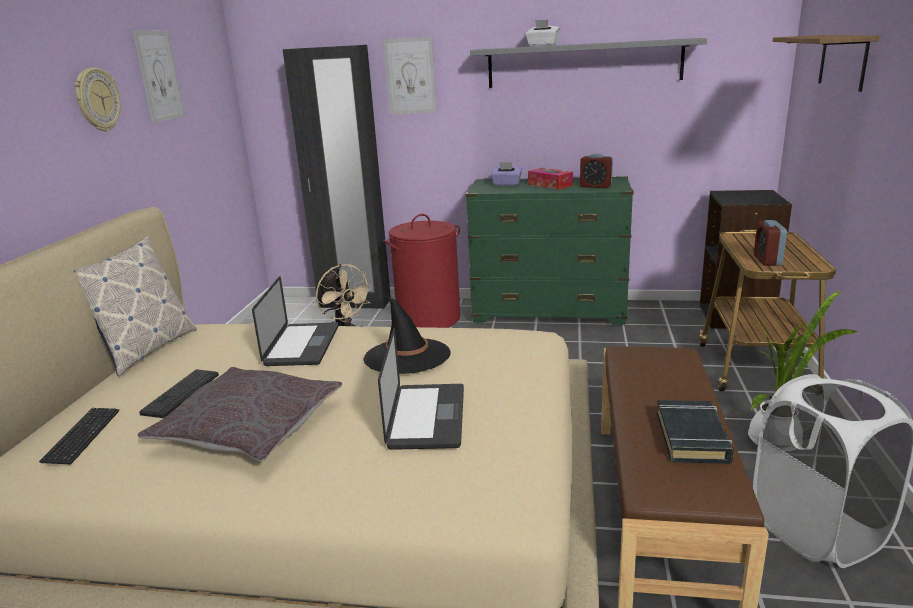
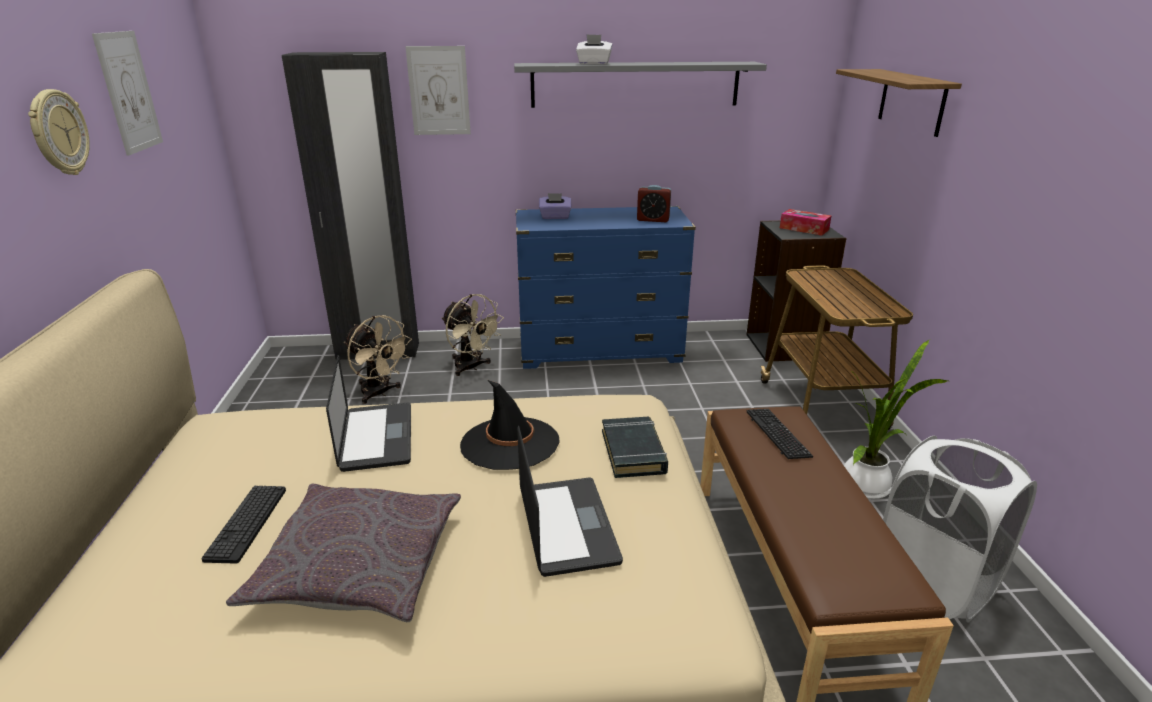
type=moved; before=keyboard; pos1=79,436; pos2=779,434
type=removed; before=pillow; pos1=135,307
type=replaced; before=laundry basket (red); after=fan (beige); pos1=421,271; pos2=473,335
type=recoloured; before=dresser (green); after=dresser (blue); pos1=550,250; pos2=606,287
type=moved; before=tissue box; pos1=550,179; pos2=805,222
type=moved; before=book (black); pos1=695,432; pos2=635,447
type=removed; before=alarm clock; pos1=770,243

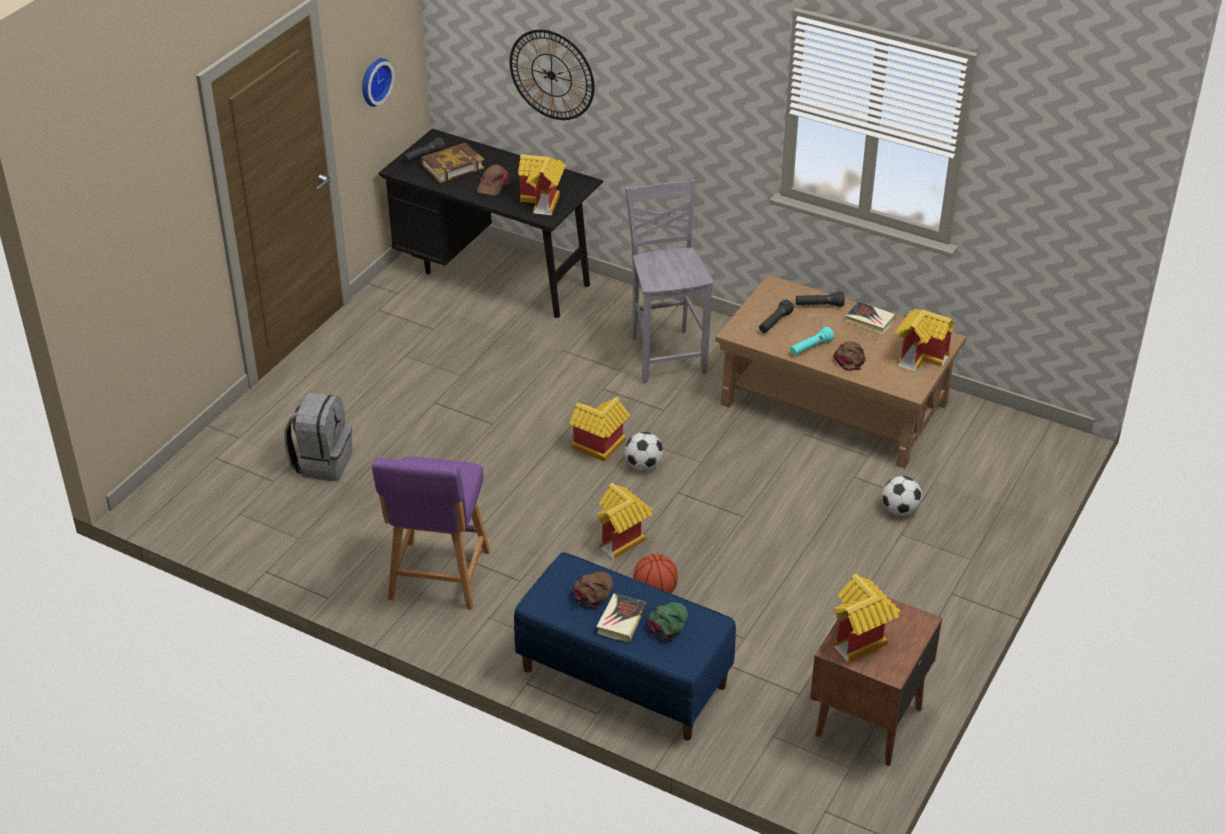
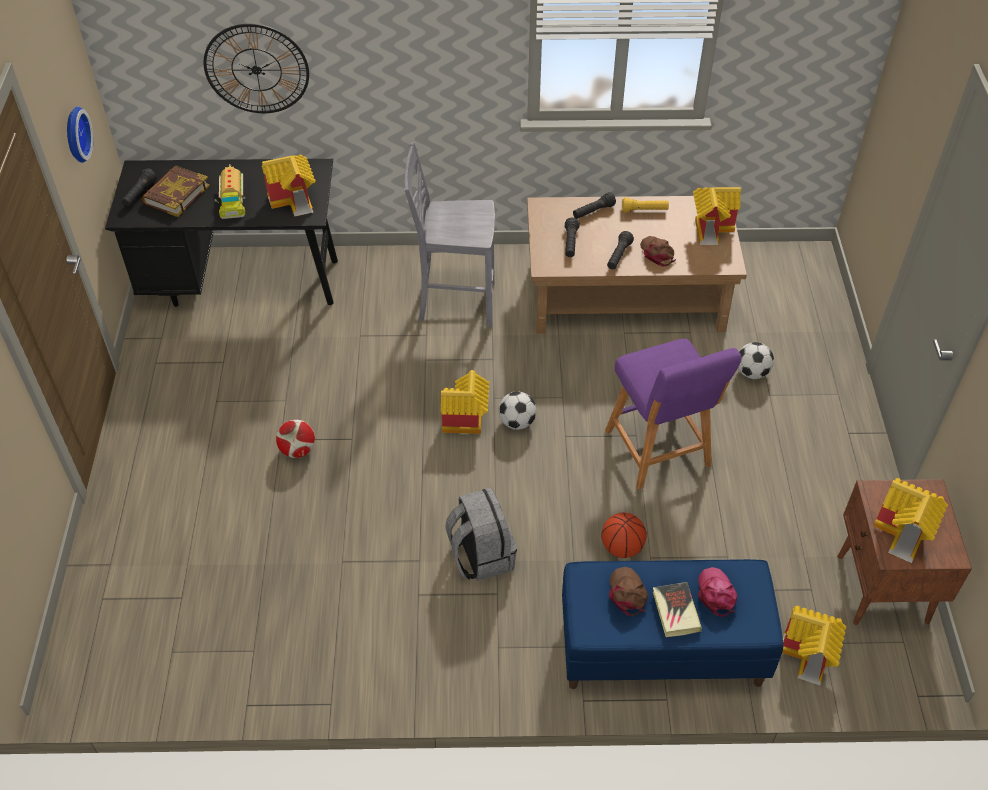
type=moved; before=backpack (grey); pos1=319,436; pos2=481,534
type=moved; before=stool (purple); pos1=431,533; pos2=673,414
type=replaced; before=cap (brown); after=toy truck; pos1=493,180; pos2=230,191
type=moved; before=toy house; pos1=625,521; pos2=814,645
type=turned; before=chair (grey); pos1=669,281; pos2=449,235; turn=-45
type=recoloured; before=cap (green); after=cap (pink); pos1=667,621; pos2=717,592
type=recoloured; before=flashlight (turquoise); after=flashlight (black); pos1=812,341; pos2=620,250
type=replaced; before=book; after=flashlight (yellow); pos1=871,317; pos2=645,205
type=added; after=football; pos2=295,439

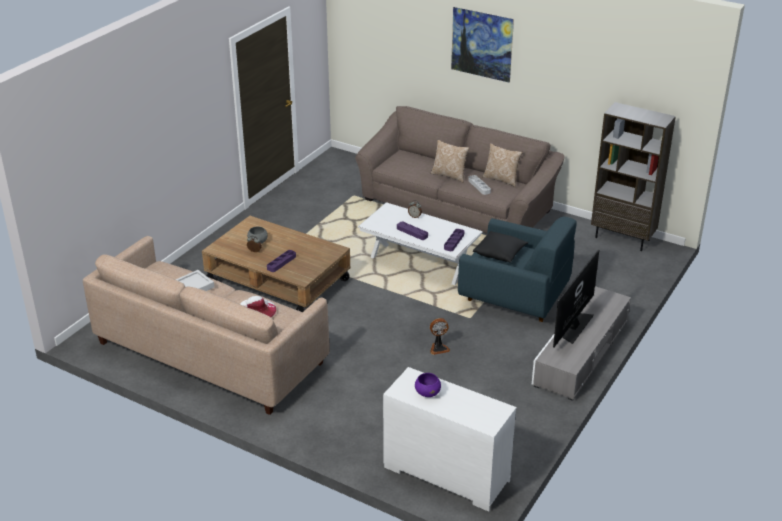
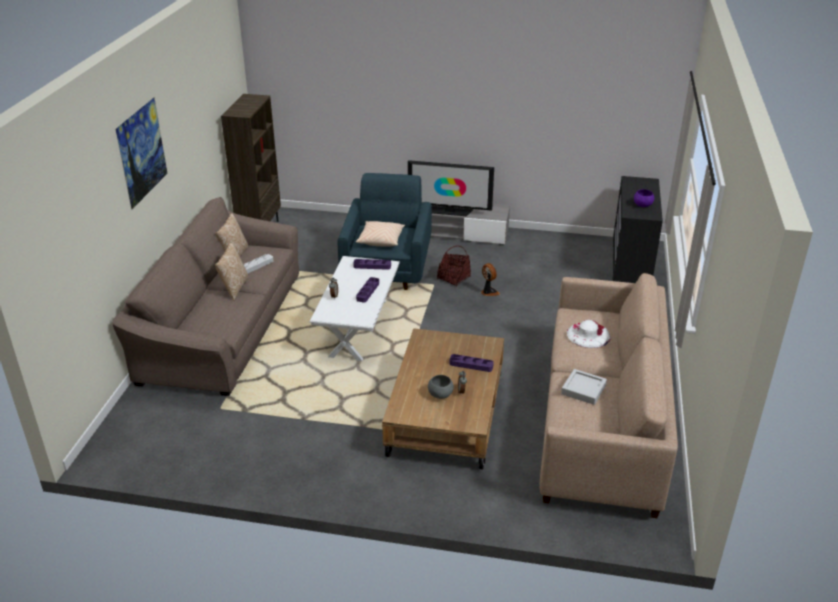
type=recoloured; before=dresser (white); after=dresser (black); pos1=450,439; pos2=638,229
type=recoloured; before=pillow (black); after=pillow (beige); pos1=500,246; pos2=380,233
type=added; after=basket; pos2=454,266

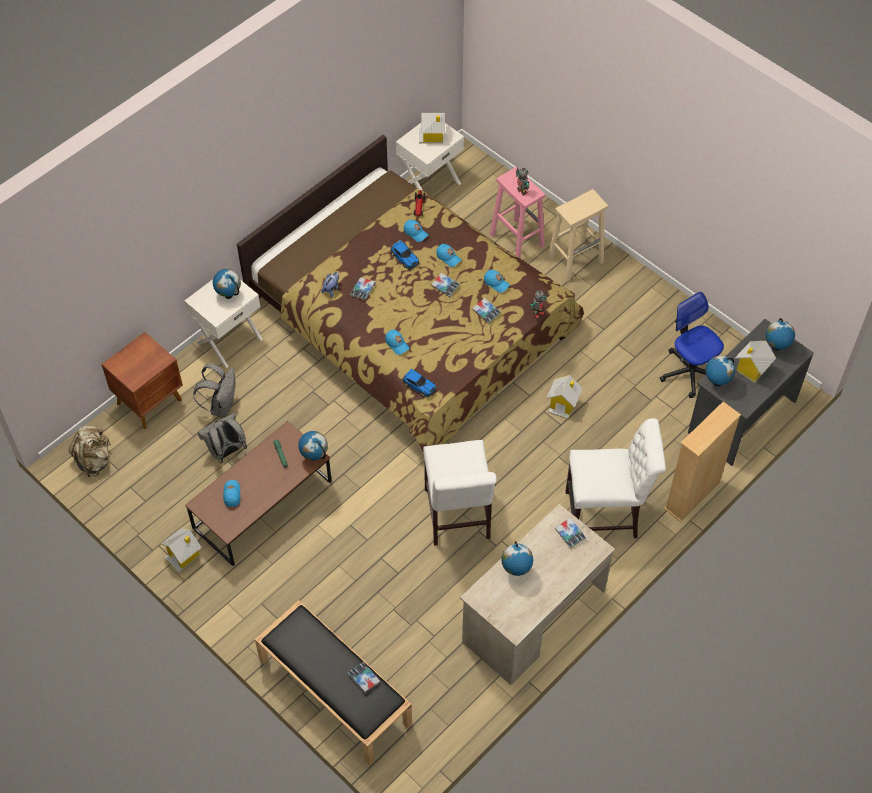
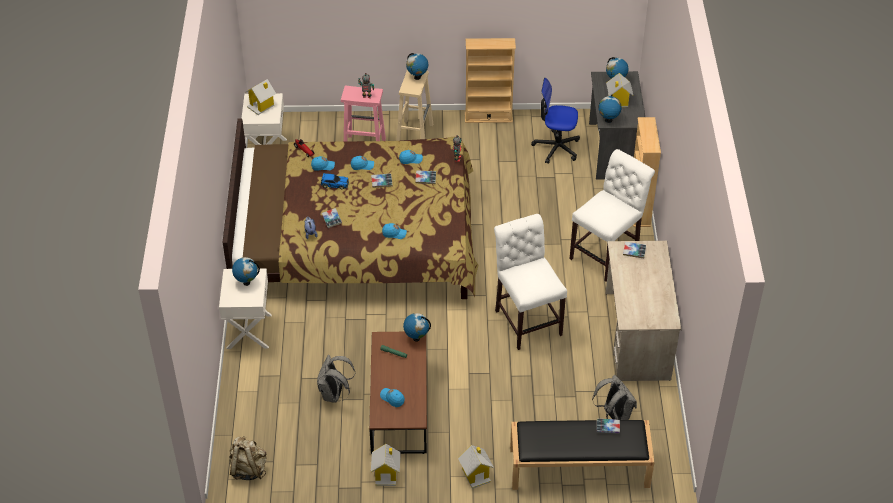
type=removed; before=nightstand (brown); pos1=142,380
type=moved; before=backpack (grey); pos1=214,390; pos2=614,397
type=removed; before=toy car; pos1=419,383
type=turned; before=chair (white); pos1=460,493; pos2=530,282; turn=-150
type=moved; before=globe; pos1=517,558; pos2=417,66
type=moved; before=toy house; pos1=564,397; pos2=476,467
type=added; after=bookcase (beige); pos2=490,80

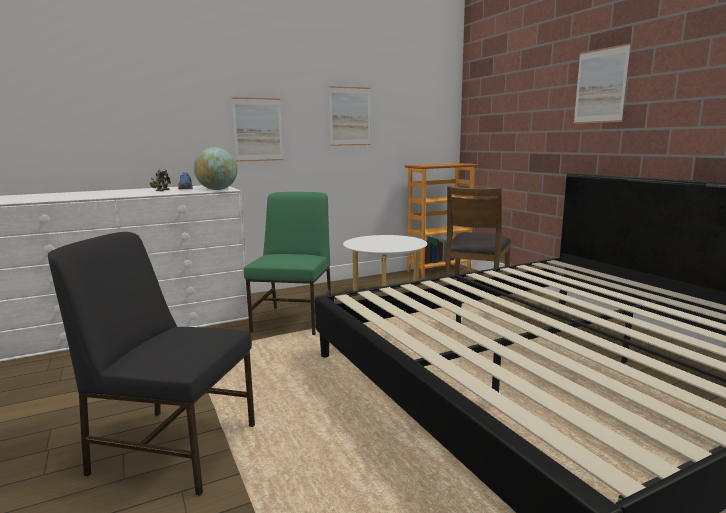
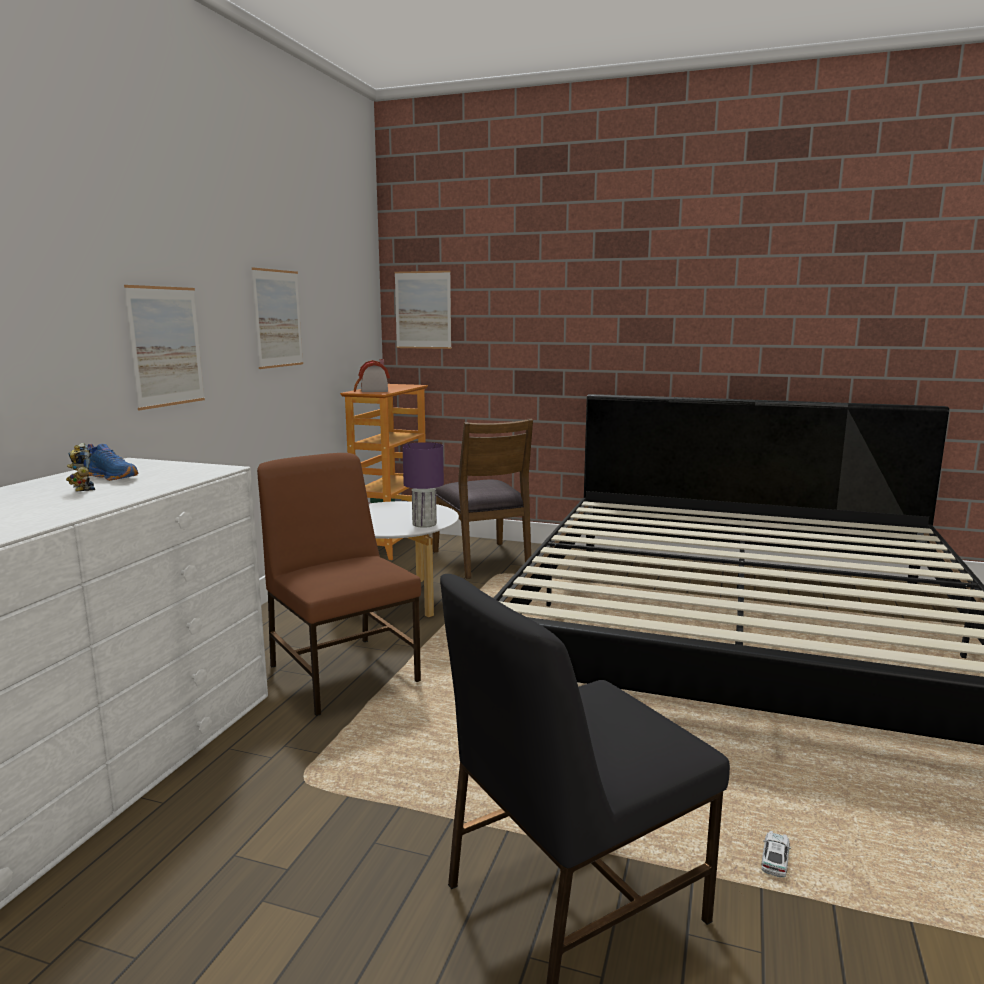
type=removed; before=globe; pos1=216,168
type=recoloured; before=chair (green); after=chair (brown); pos1=287,263; pos2=339,584
type=moved; before=picture; pos1=602,83; pos2=423,310
type=added; after=toy house; pos2=372,375
type=added; after=table lamp (purple); pos2=423,485
type=added; after=toy car; pos2=776,854

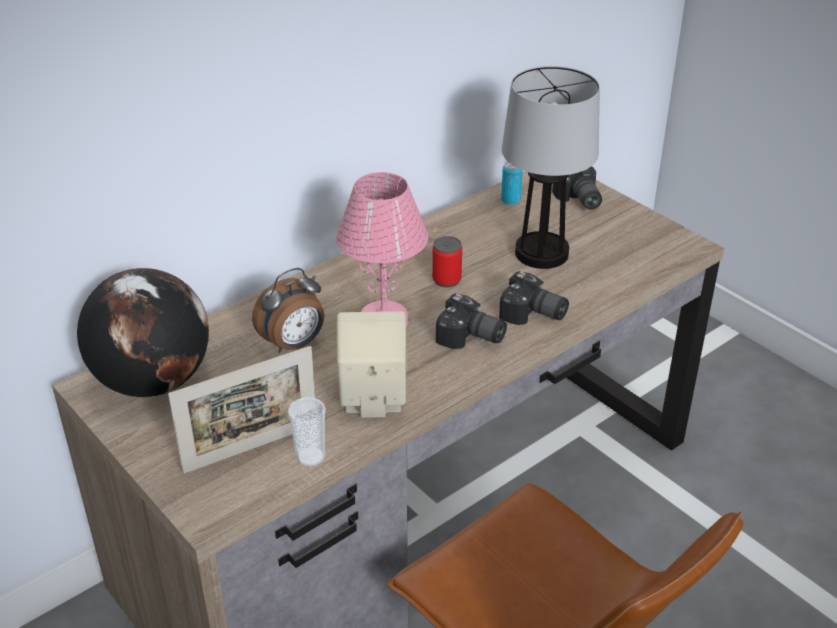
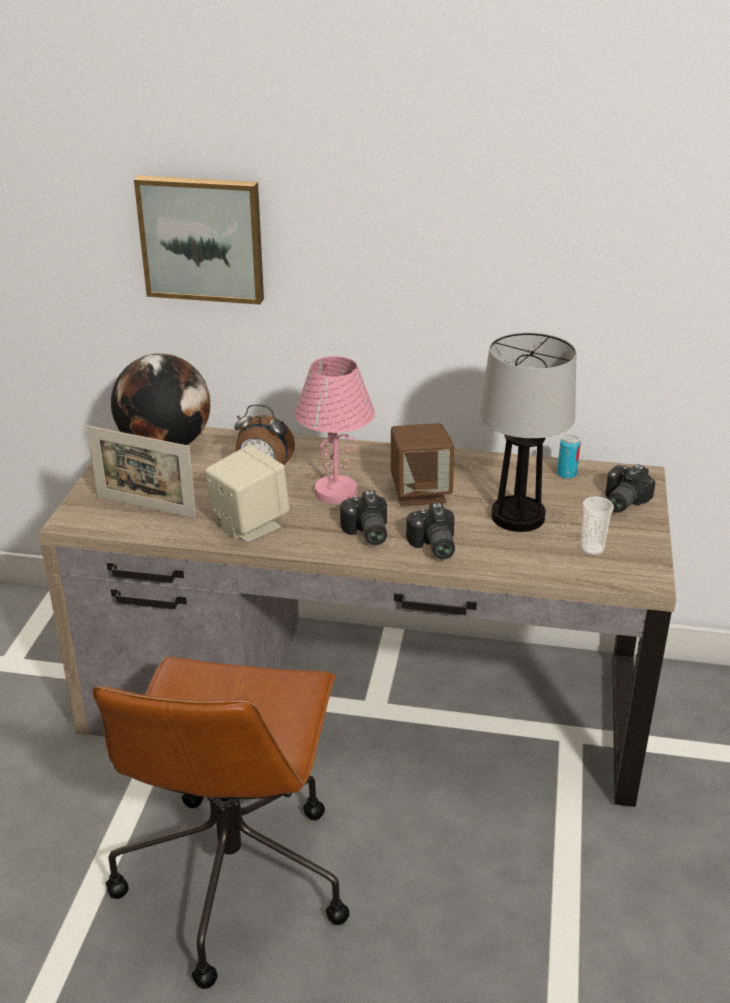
type=moved; before=cup; pos1=307,432; pos2=597,526
type=replaced; before=can; after=speaker (brown); pos1=447,262; pos2=422,465
type=added; after=picture; pos2=199,240

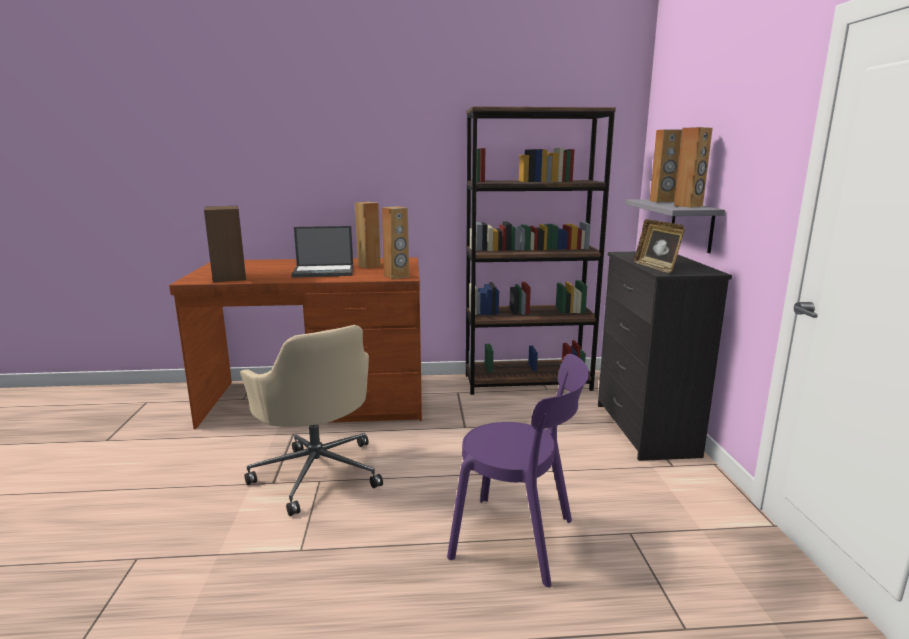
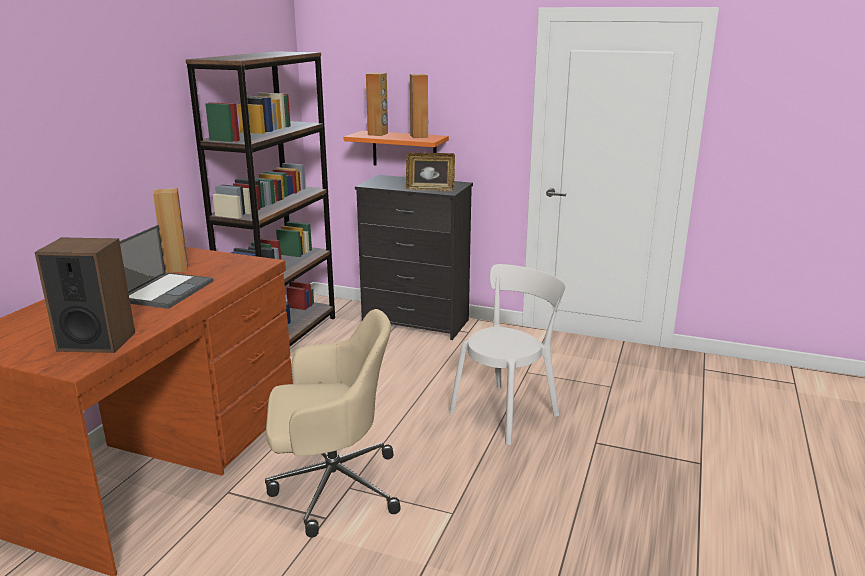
type=removed; before=speaker (brown); pos1=395,242
type=recoloured; before=chair (purple); after=chair (white); pos1=518,470; pos2=508,354
type=recoloured; before=shelf (grey); after=shelf (orange); pos1=675,226; pos2=396,148

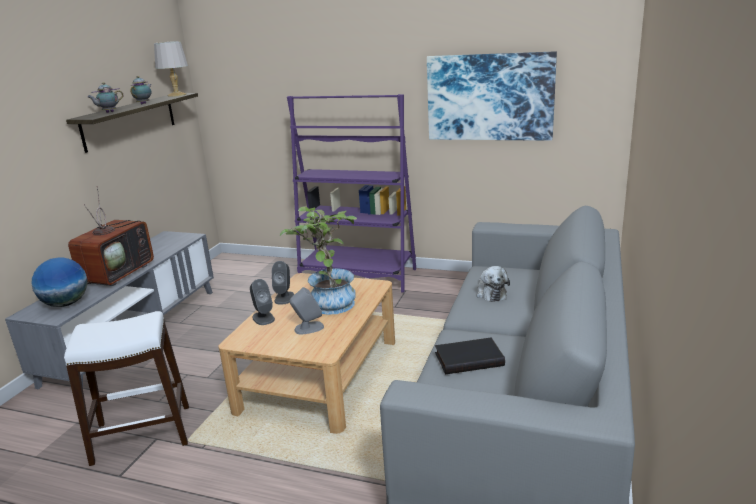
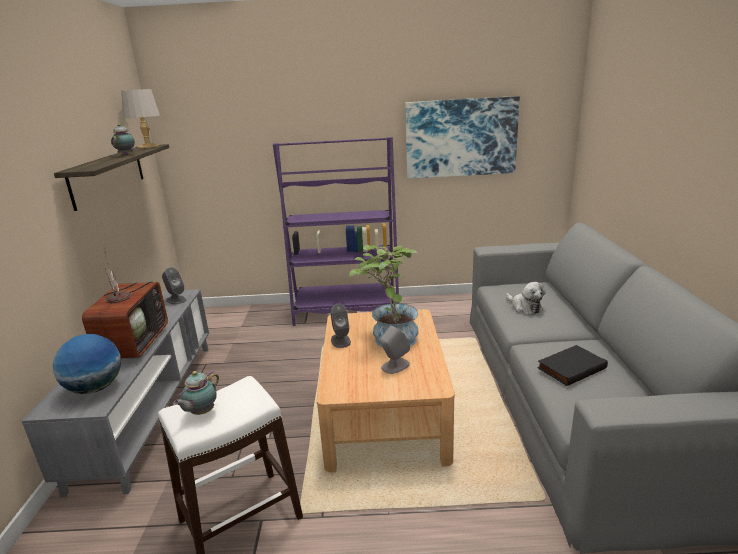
type=moved; before=teapot; pos1=105,97; pos2=196,393
type=moved; before=speaker (grey); pos1=262,302; pos2=174,286

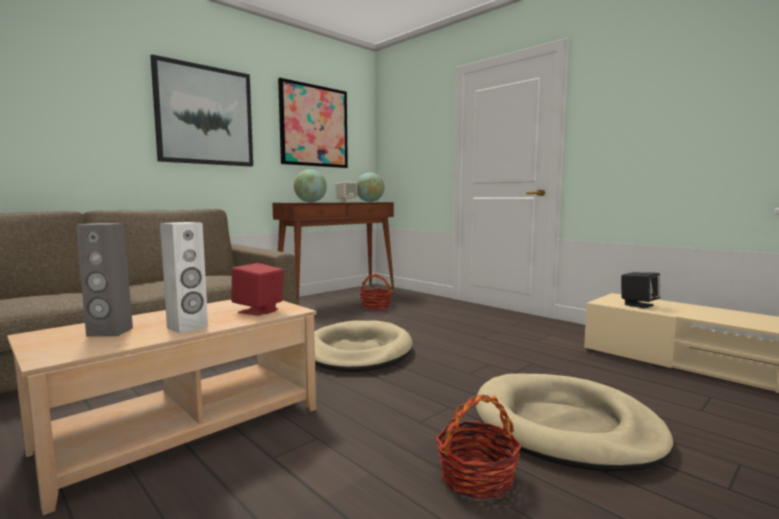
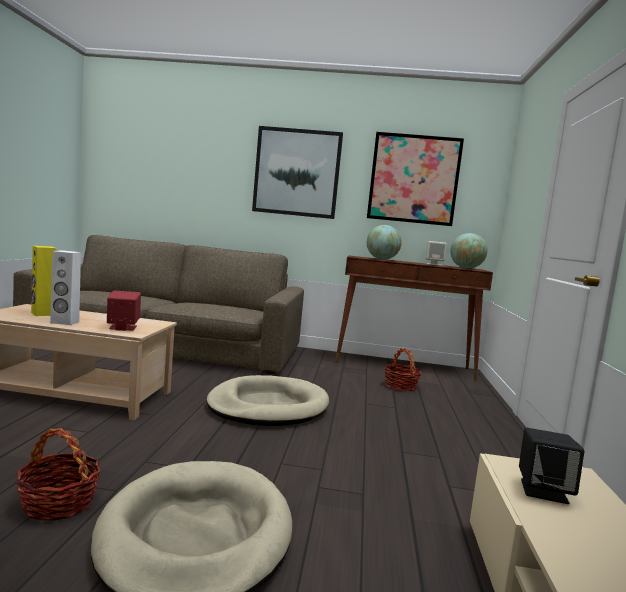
type=recoloured; before=speaker (grey); after=speaker (yellow); pos1=104,280; pos2=44,281

